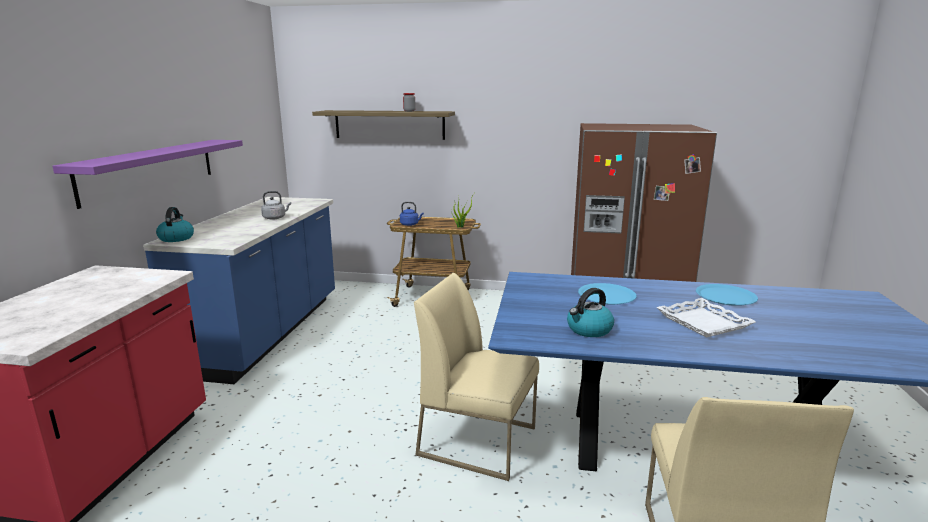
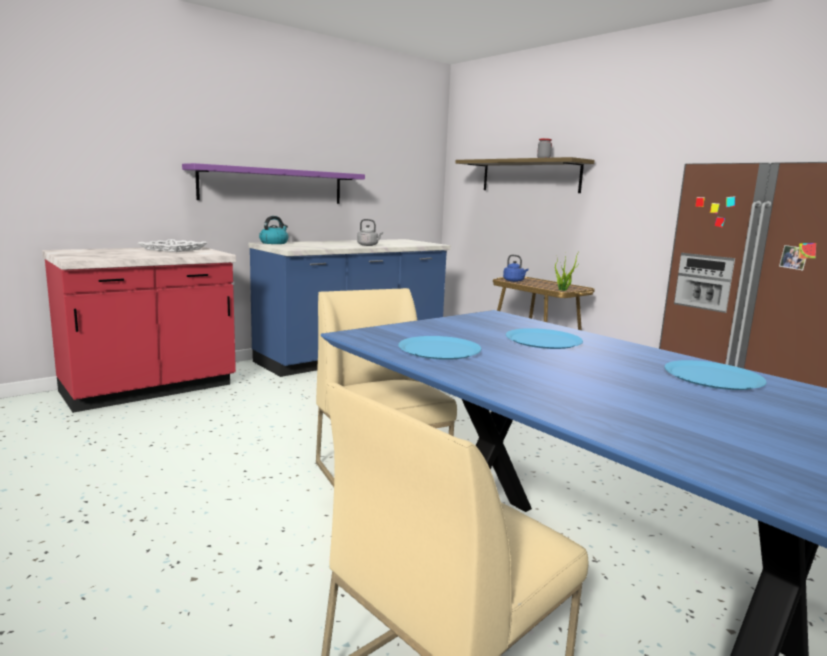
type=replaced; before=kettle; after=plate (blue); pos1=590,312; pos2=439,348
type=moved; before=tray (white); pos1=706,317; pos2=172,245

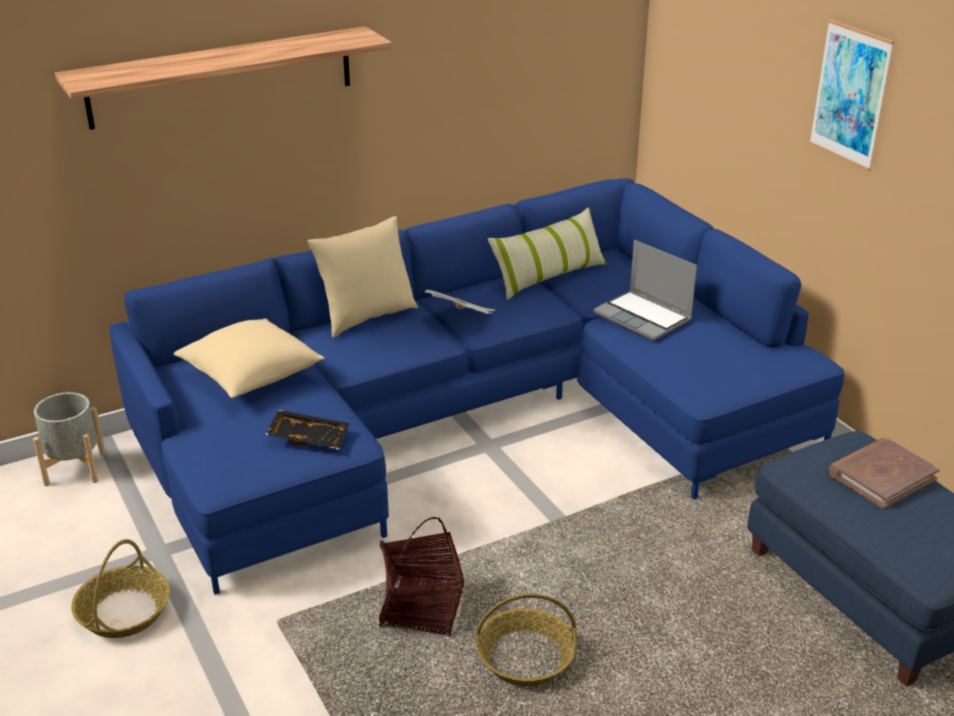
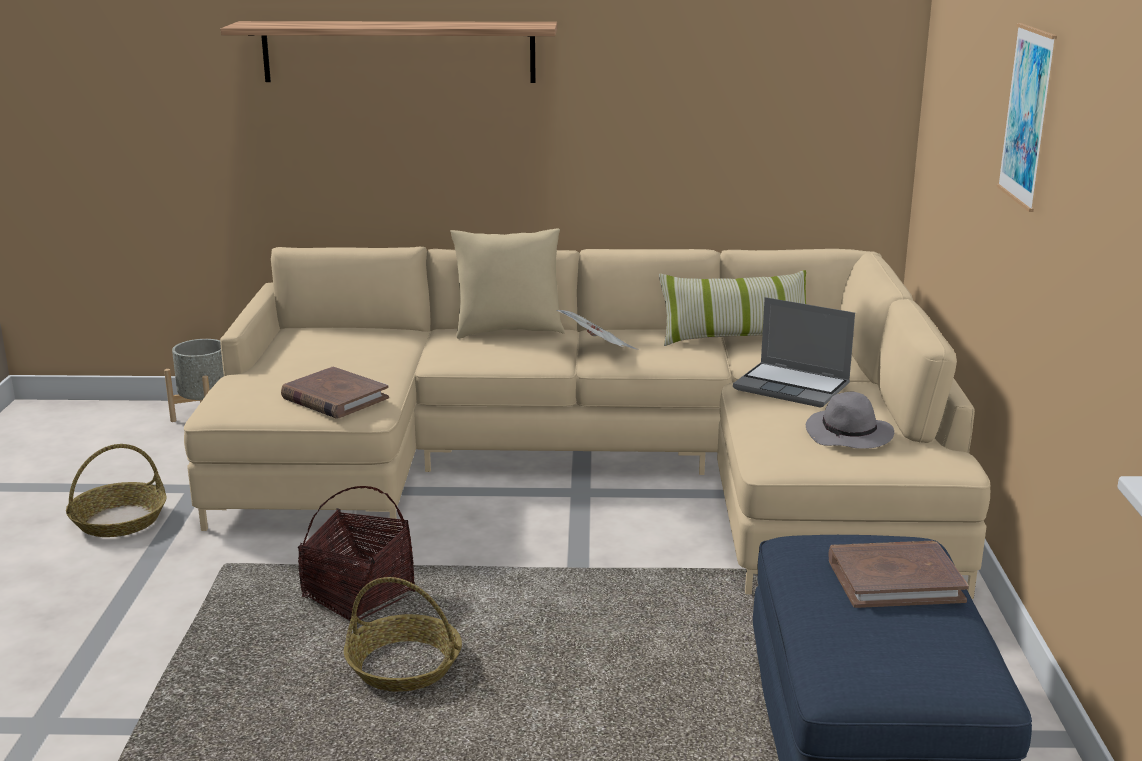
type=recoloured; before=sofa (blue); after=sofa (beige); pos1=476,386; pos2=587,422
type=removed; before=pillow (beige); pos1=249,358
type=replaced; before=tray (black); after=book (brown); pos1=307,429; pos2=335,393
type=turned; before=laptop; pos1=645,290; pos2=794,352; turn=-45
type=added; after=hat (grey); pos2=850,420

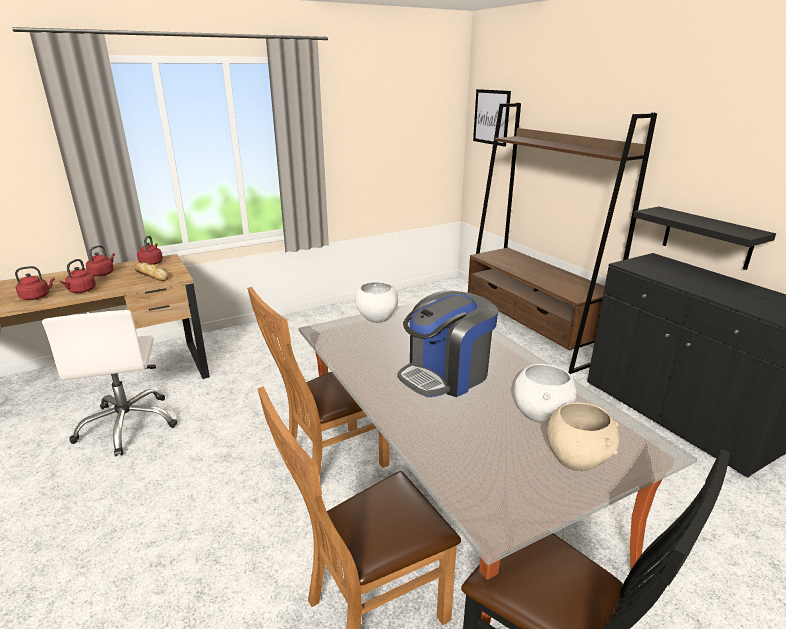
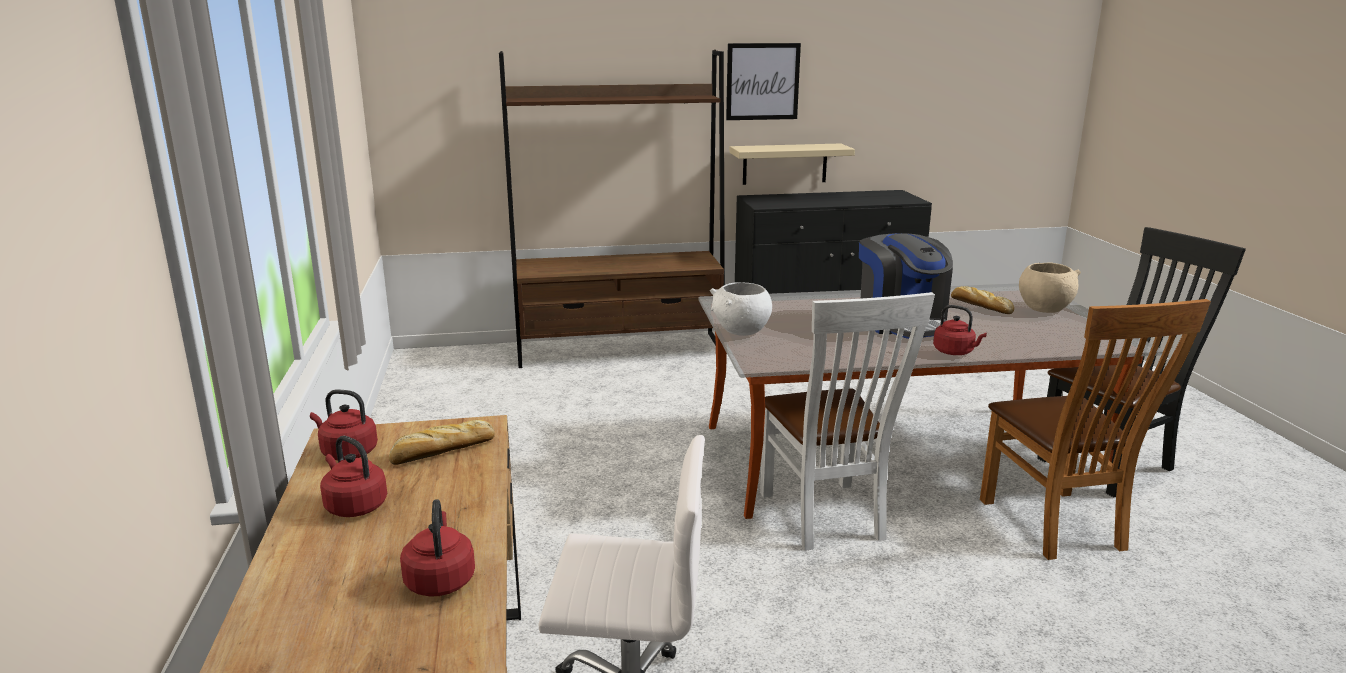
type=moved; before=kettle (red); pos1=78,276; pos2=960,330
type=recoloured; before=chair (brown); after=chair (white); pos1=318,382; pos2=847,421
type=moved; before=picture; pos1=492,118; pos2=763,81
type=replaced; before=bowl (white); after=bread; pos1=545,393; pos2=982,300
type=recoloured; before=shelf (black); after=shelf (beige); pos1=704,238; pos2=792,164

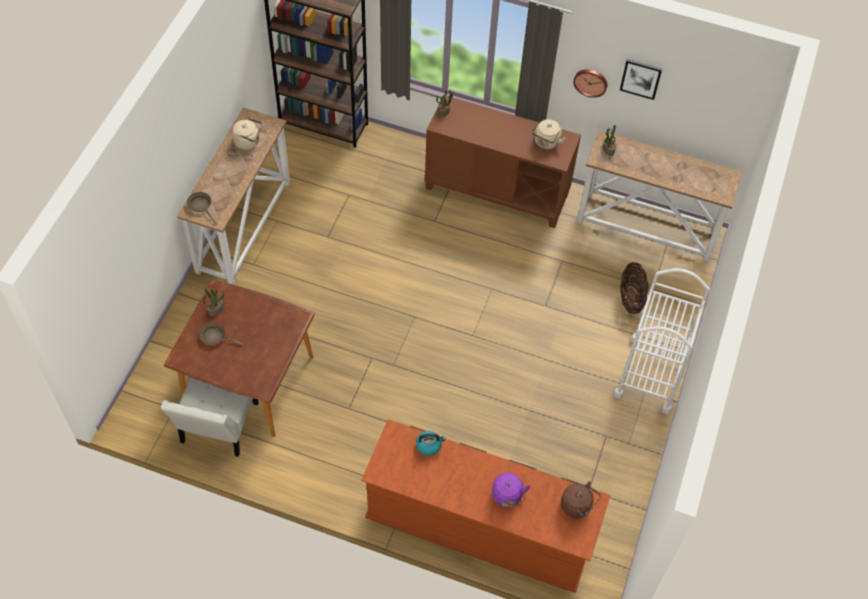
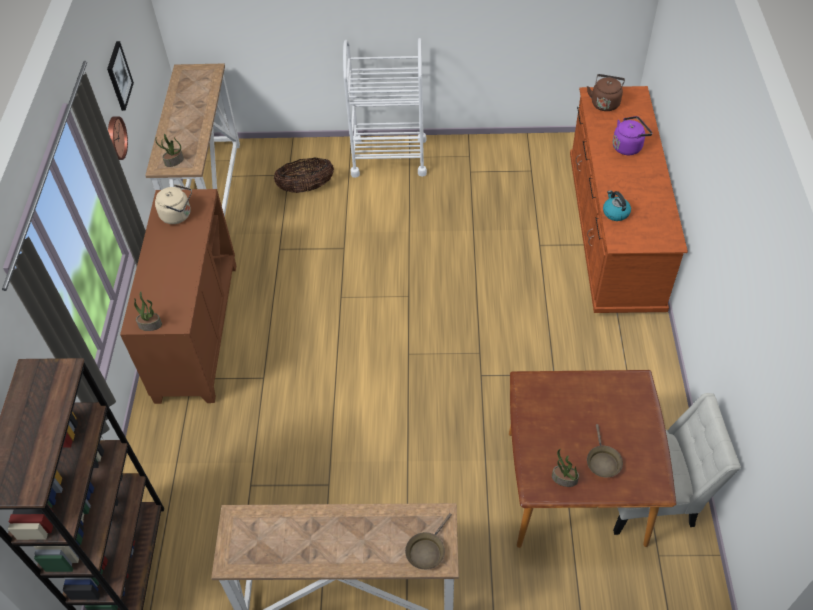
type=removed; before=kettle (beige); pos1=247,133

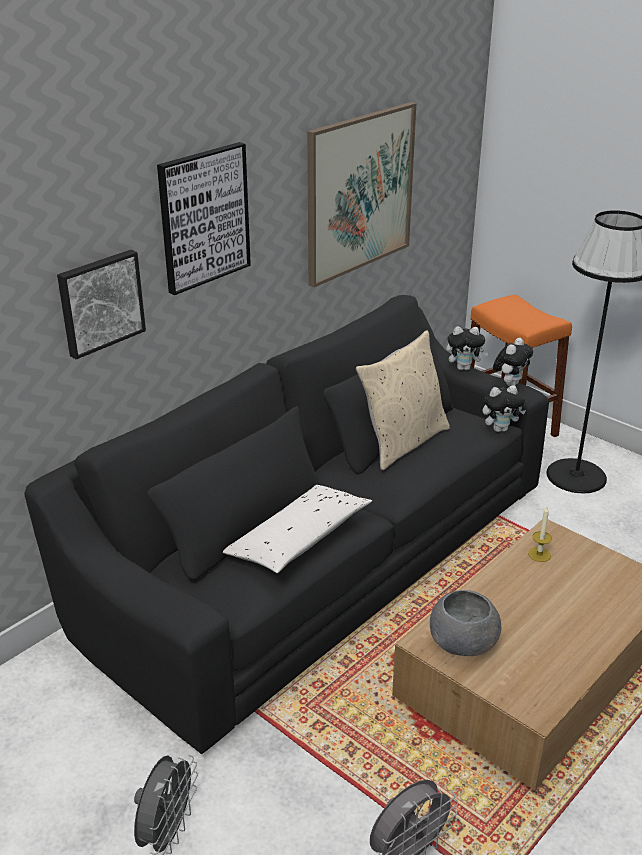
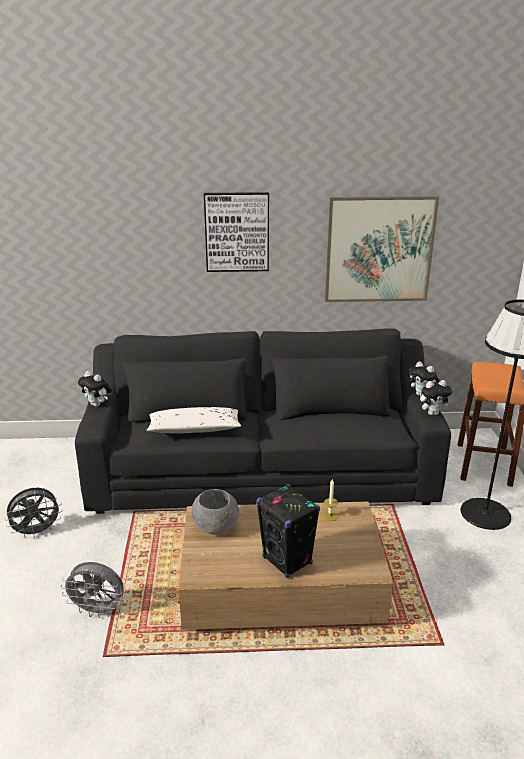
type=removed; before=picture; pos1=101,304
type=removed; before=pillow (beige); pos1=403,400
type=moved; before=plush toy; pos1=504,408; pos2=95,389
type=added; after=speaker (black); pos2=288,531

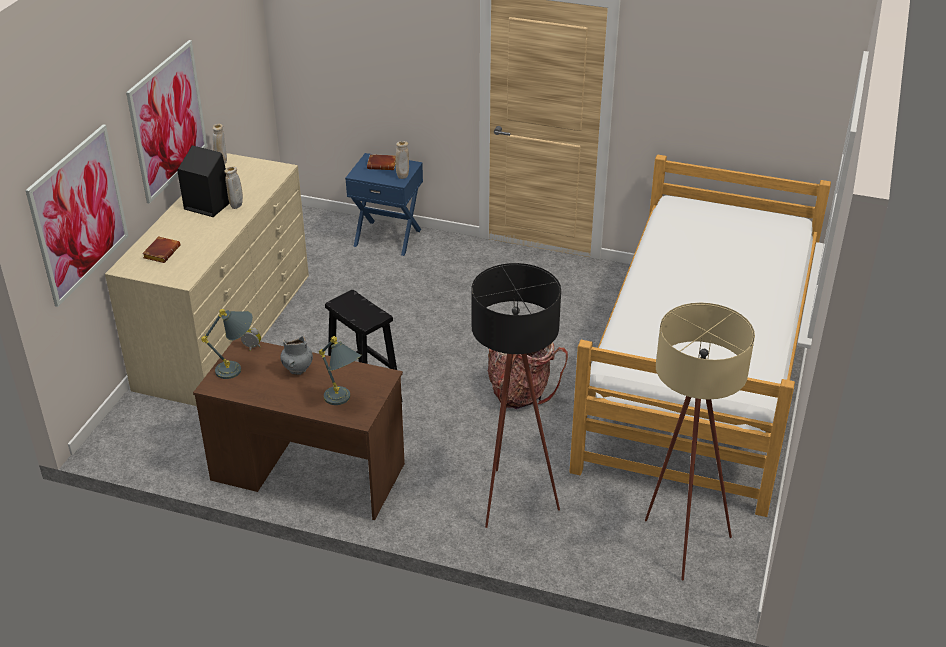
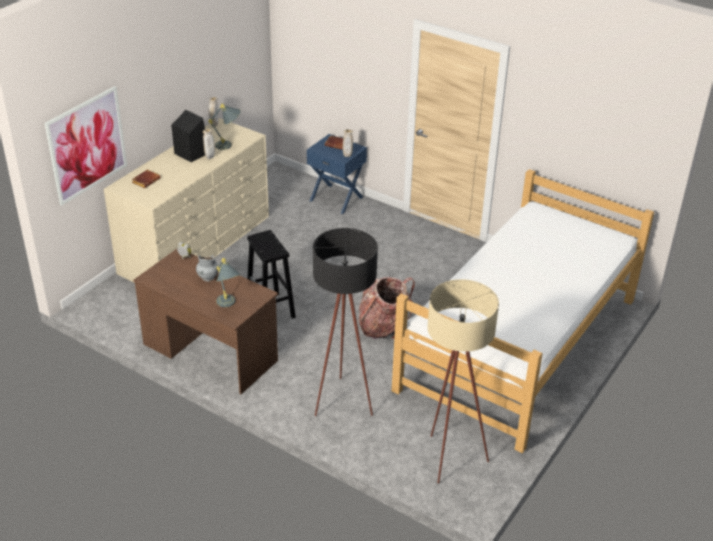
type=removed; before=picture; pos1=166,122
type=moved; before=table lamp (grey); pos1=227,344; pos2=224,127

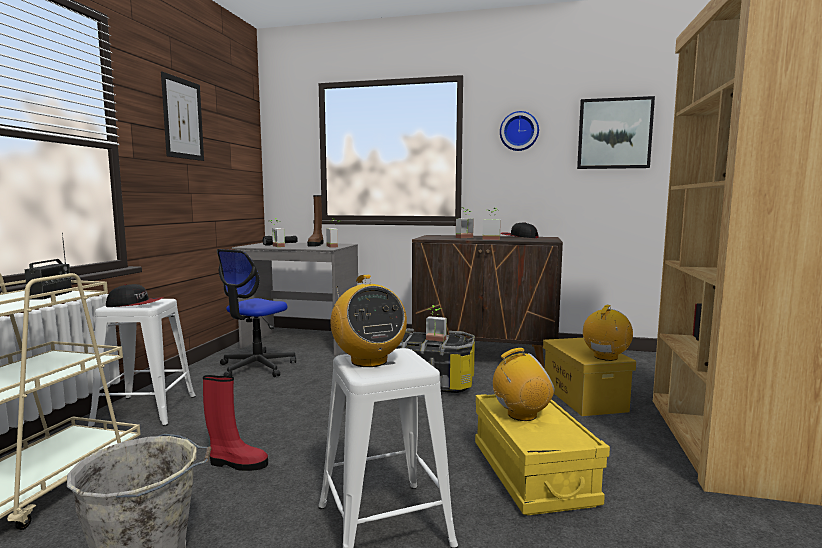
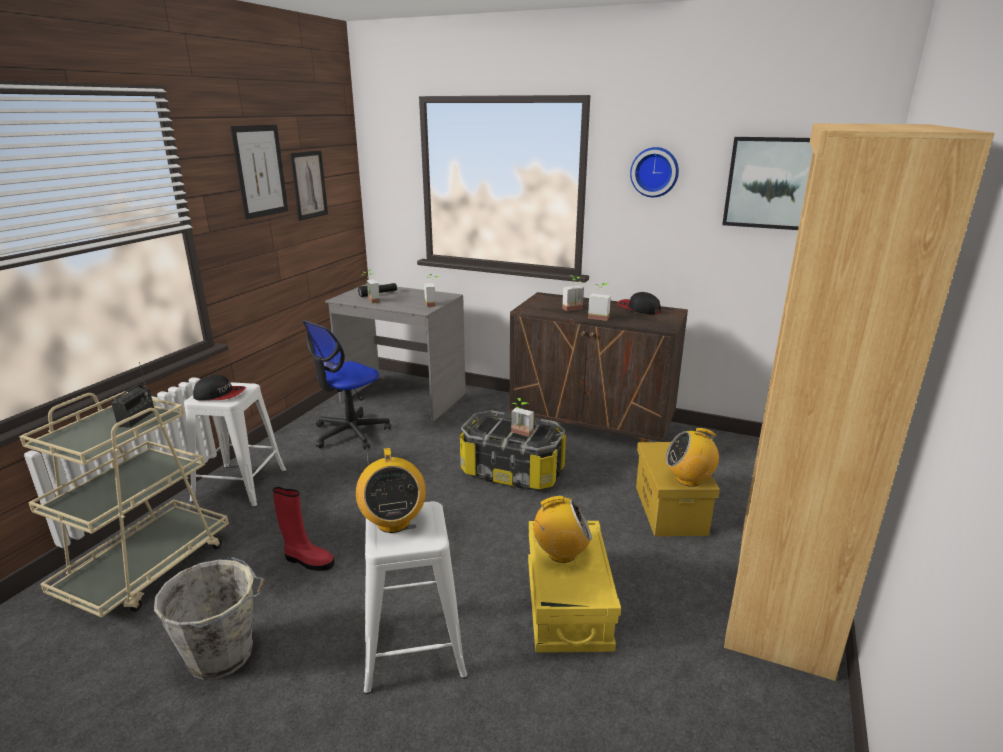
type=removed; before=boot (brown); pos1=315,220
type=turned; before=radio; pos1=608,333; pos2=692,457; turn=-135
type=added; after=picture; pos2=309,185

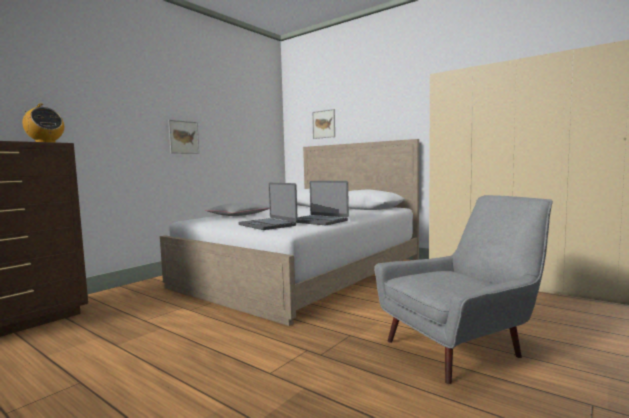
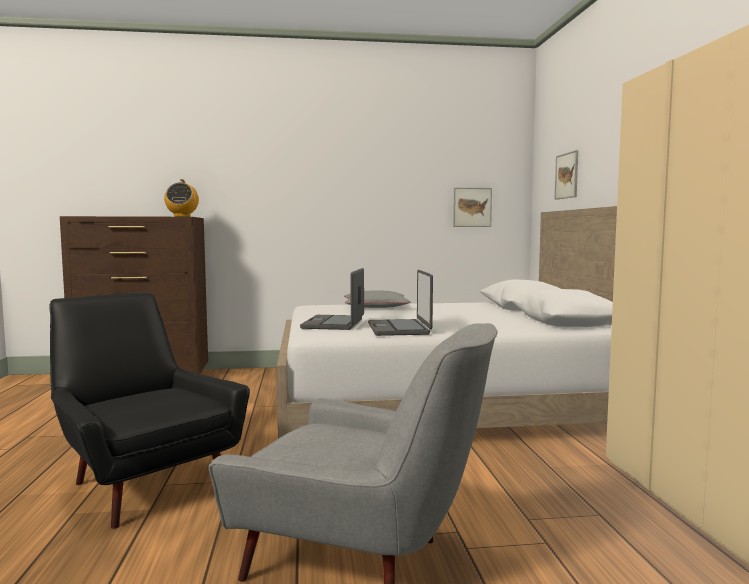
type=moved; before=picture; pos1=183,137; pos2=472,207
type=added; after=armchair (black); pos2=149,410

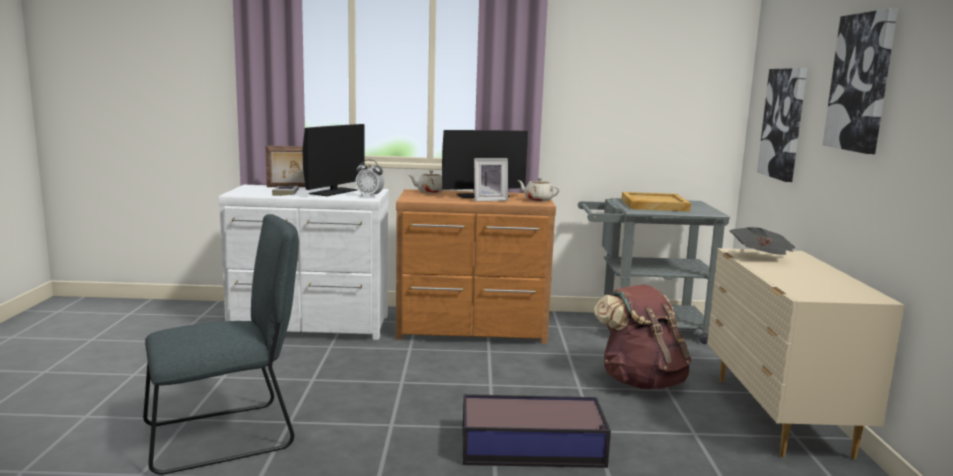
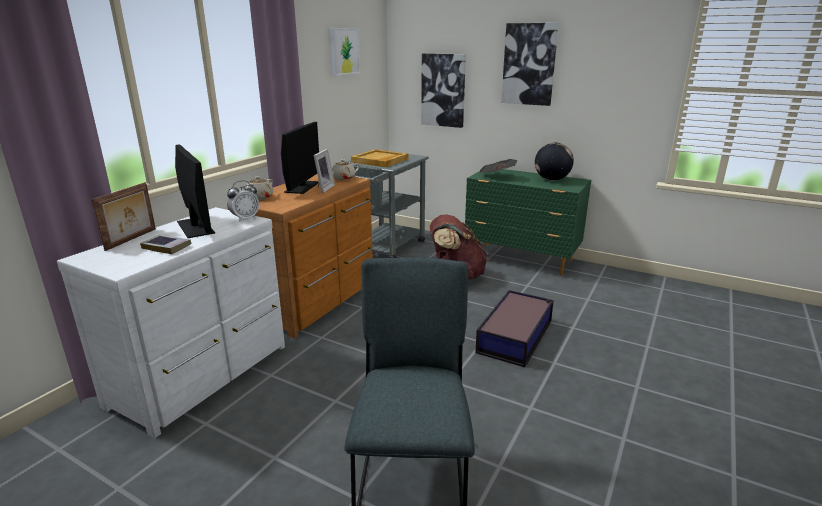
type=recoloured; before=dresser (beige); after=dresser (green); pos1=805,353; pos2=528,222
type=added; after=picture; pos2=345,52
type=added; after=globe; pos2=554,162

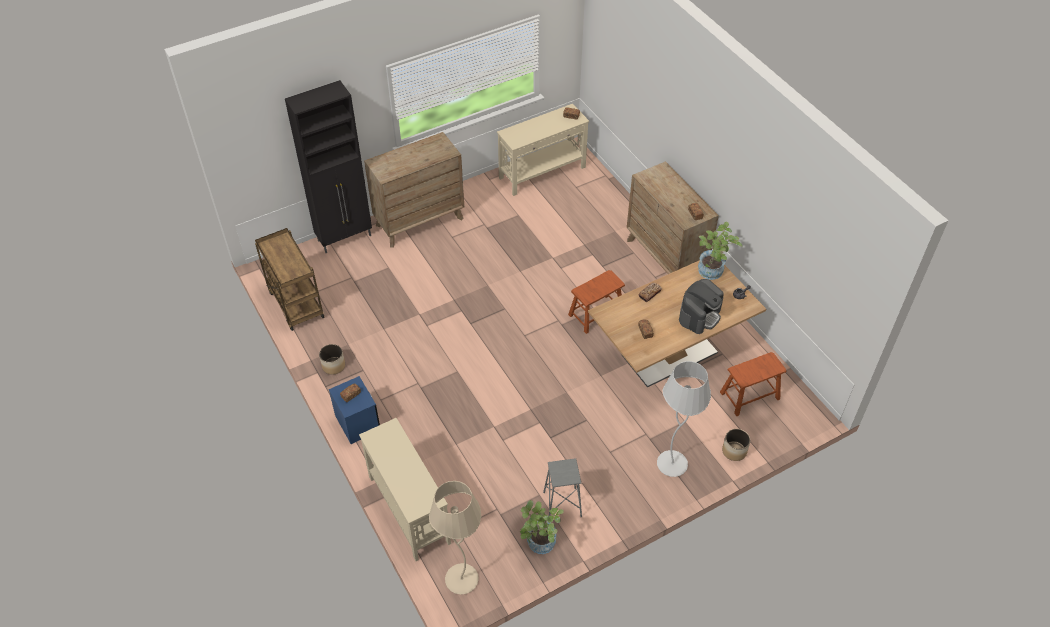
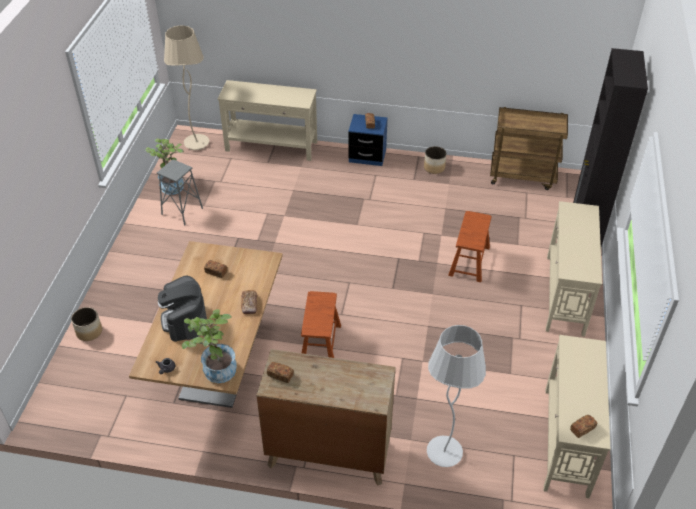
type=replaced; before=dresser (brown); after=console table (beige); pos1=414,189; pos2=574,269
type=moved; before=floor lamp (white); pos1=684,419; pos2=456,396
type=moved; before=stool (brown); pos1=753,384; pos2=470,246

